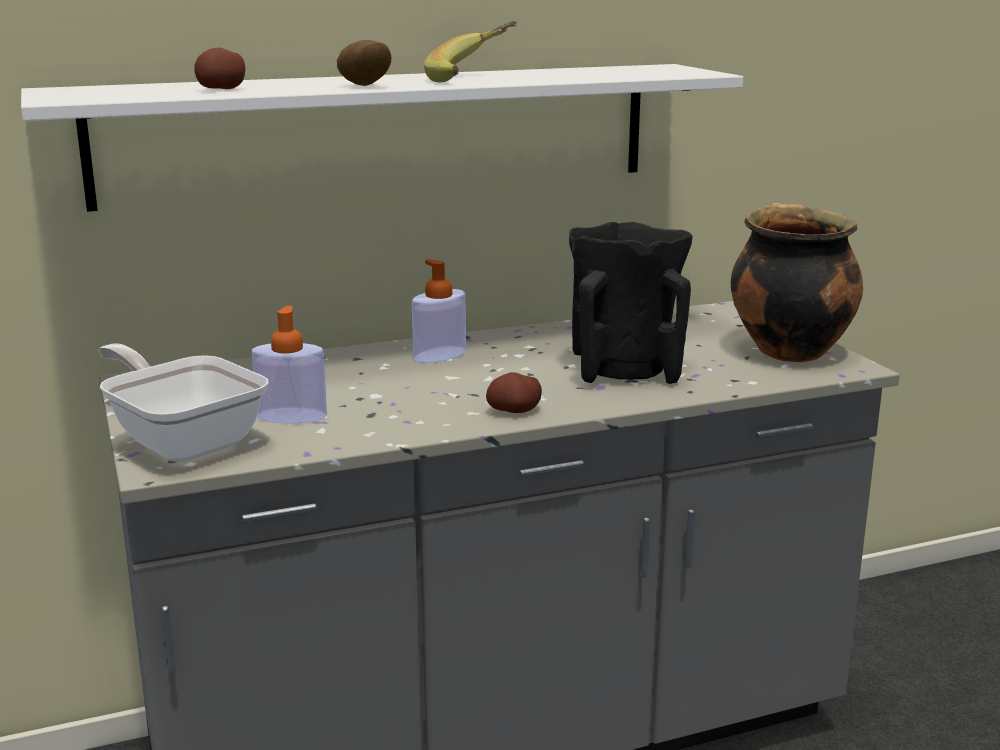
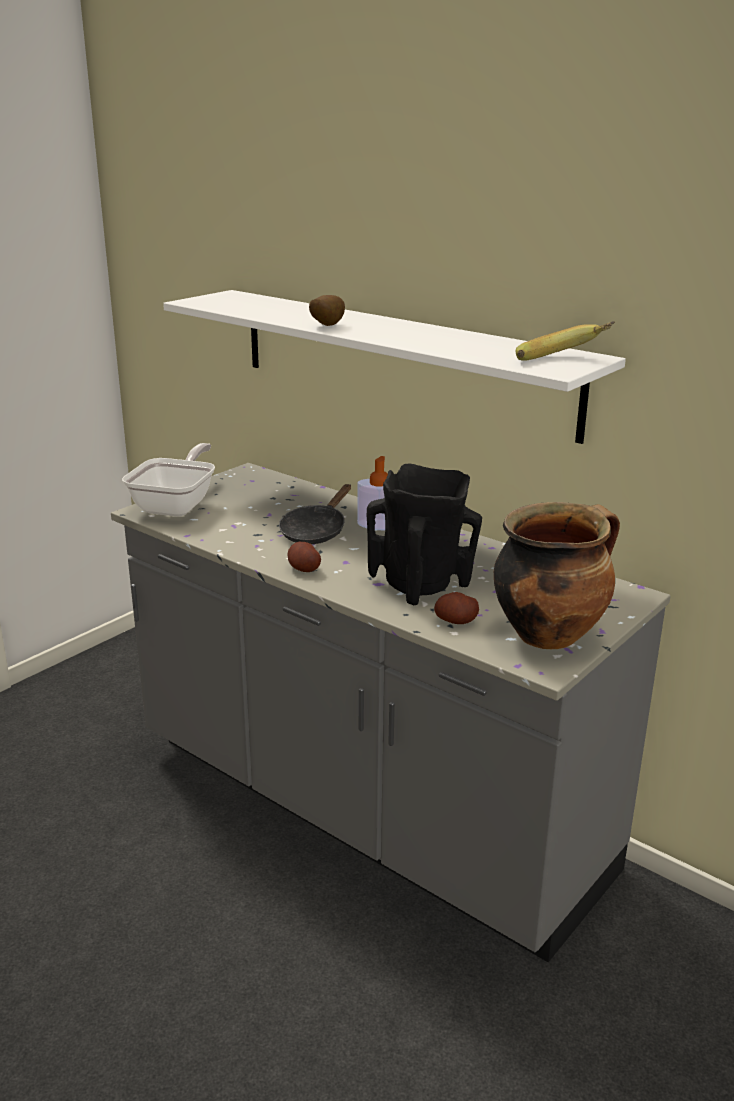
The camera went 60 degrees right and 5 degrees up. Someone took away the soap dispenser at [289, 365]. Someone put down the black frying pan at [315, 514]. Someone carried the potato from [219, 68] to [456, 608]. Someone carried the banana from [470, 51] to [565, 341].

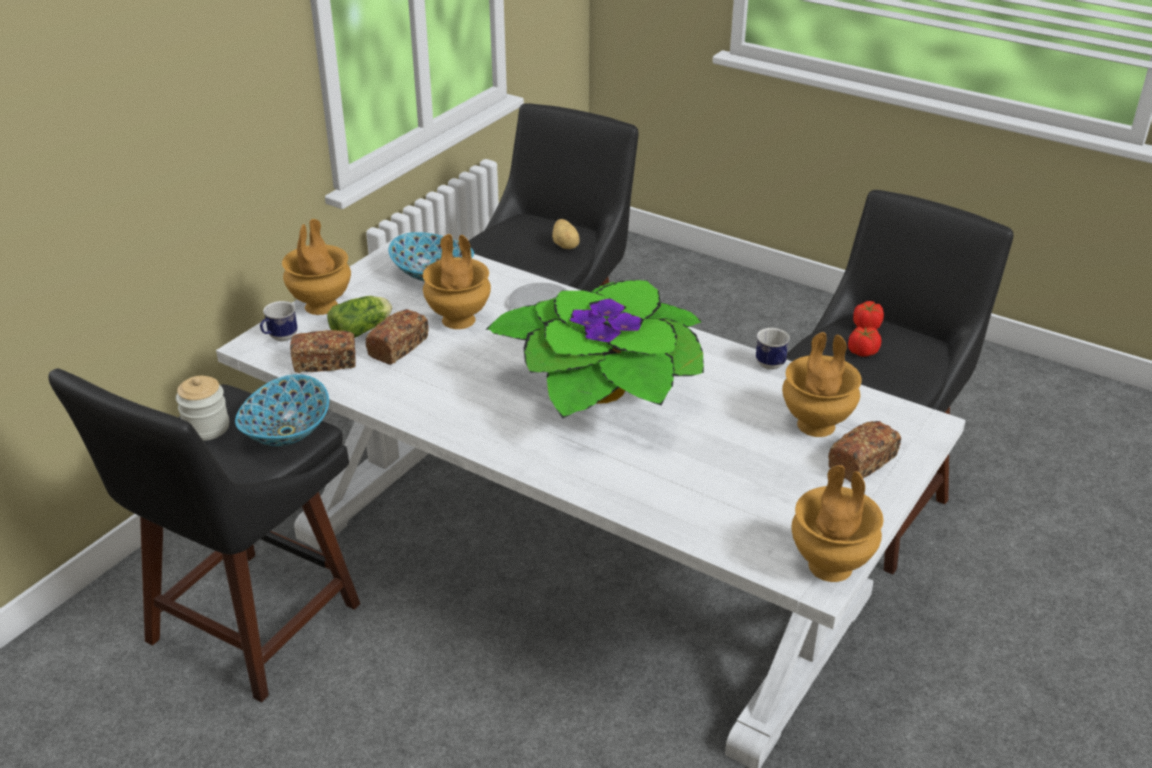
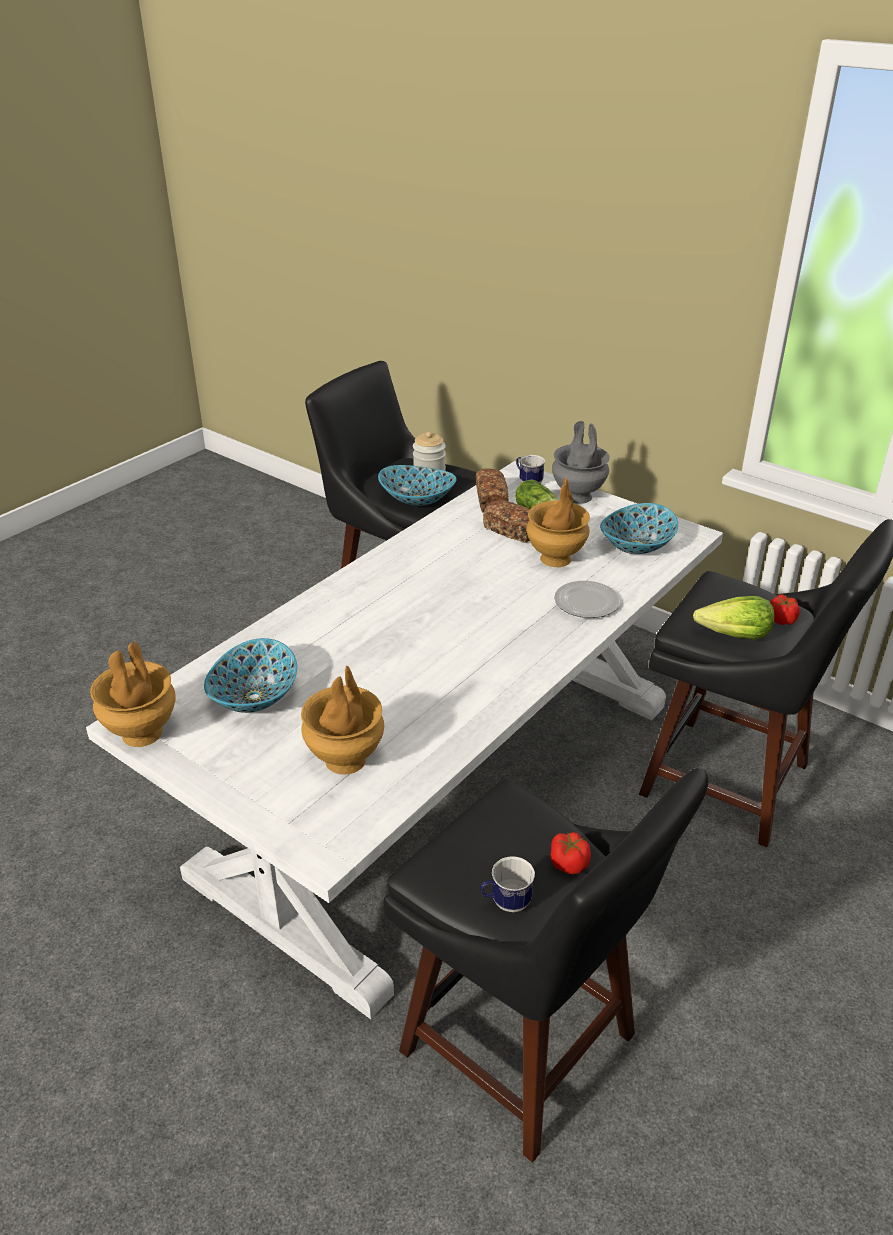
The camera went 95 degrees right and 0 degrees up. Someone took away the potted plant at [594, 349]. Someone took away the bread at [864, 451]. Someone put down the bowl at [250, 675]. Someone carried the mug from [773, 349] to [507, 884]. Someone carried the tomato from [864, 342] to [785, 609]. Someone swapped the potato at [566, 234] for the lettuce at [733, 618]. Someone repainted the brown vase at [316, 267], which became the grey vase at [581, 462].

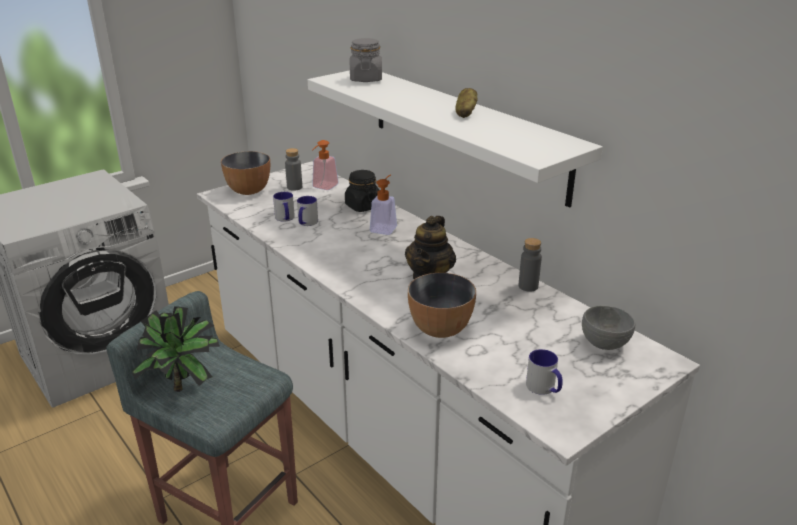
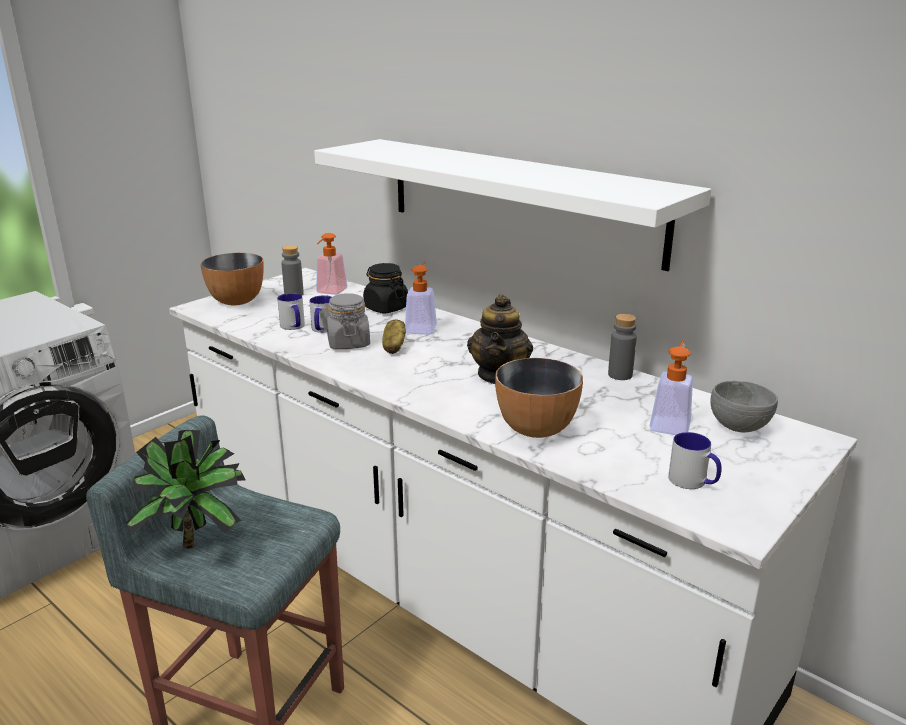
The camera went 10 degrees left and 5 degrees down. Someone put down the soap dispenser at [671, 387]. Someone carried the grey jar from [366, 60] to [348, 321]. Someone carried the potato from [467, 103] to [394, 336].

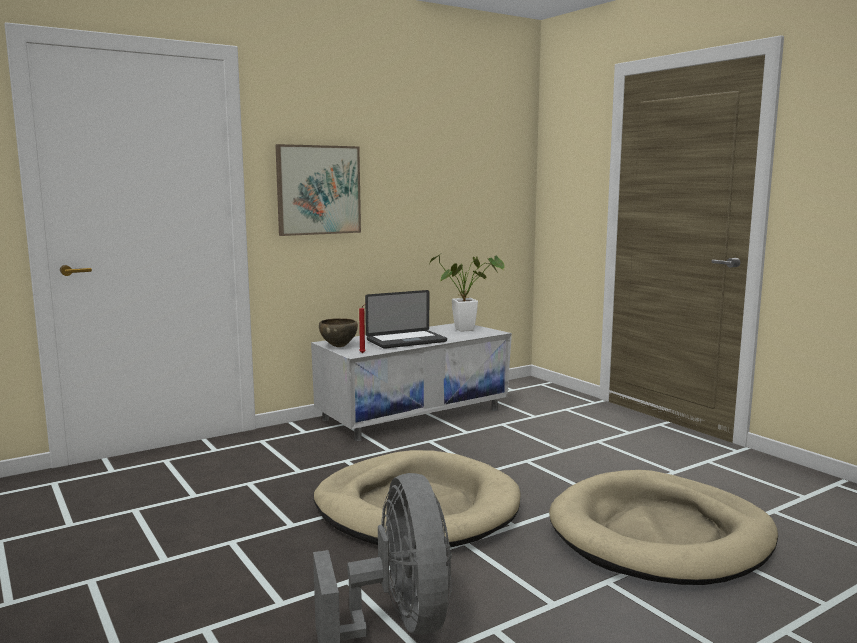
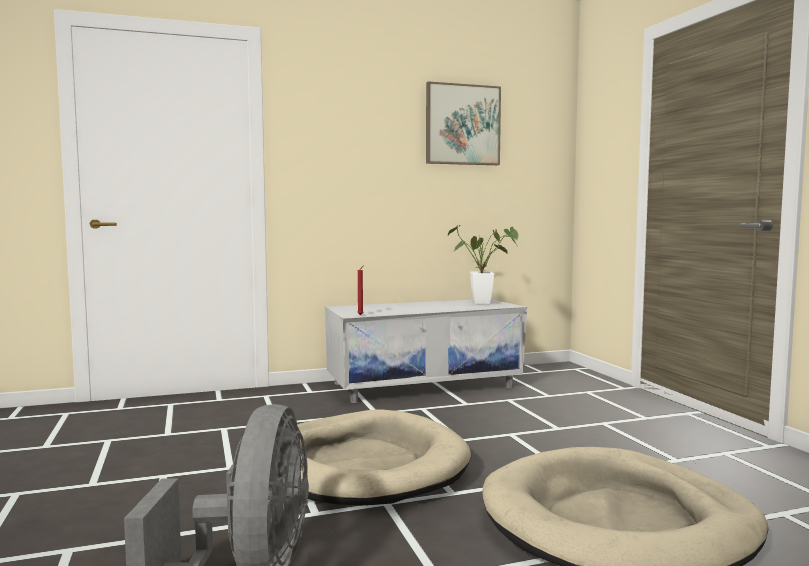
The camera went 15 degrees right and 5 degrees down. Someone took away the brown bowl at [338, 332]. Someone took away the laptop at [406, 319]. Someone carried the picture from [318, 190] to [463, 123].

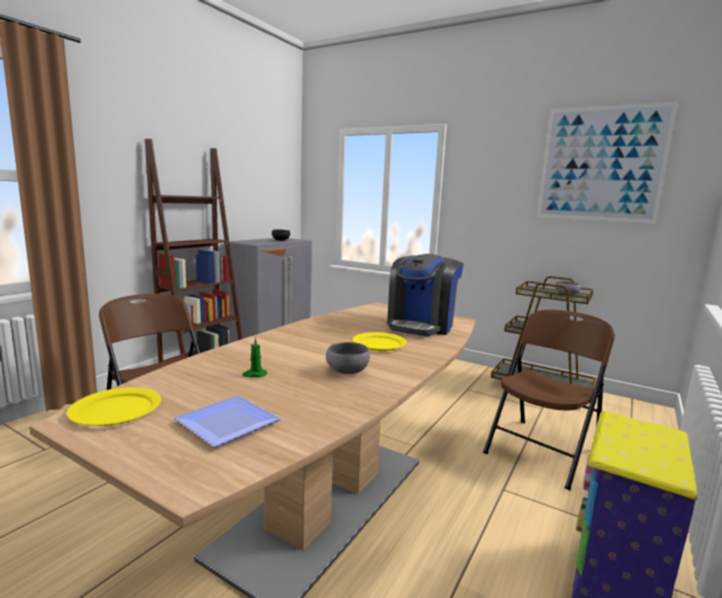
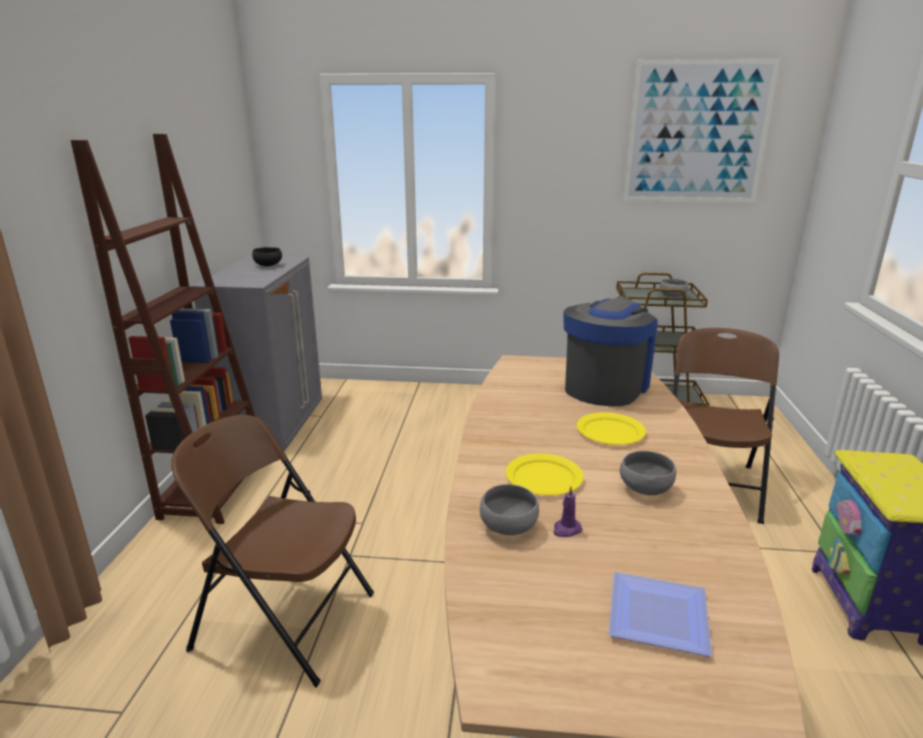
The camera went 25 degrees left and 10 degrees up. Someone put down the grey bowl at [509, 509]. Someone carried the yellow plate from [114, 406] to [545, 474]. Someone repainted the green candle at [254, 357], which became the purple candle at [567, 511]. Someone rotated the coffee machine at [425, 295] by 150 degrees counterclockwise.

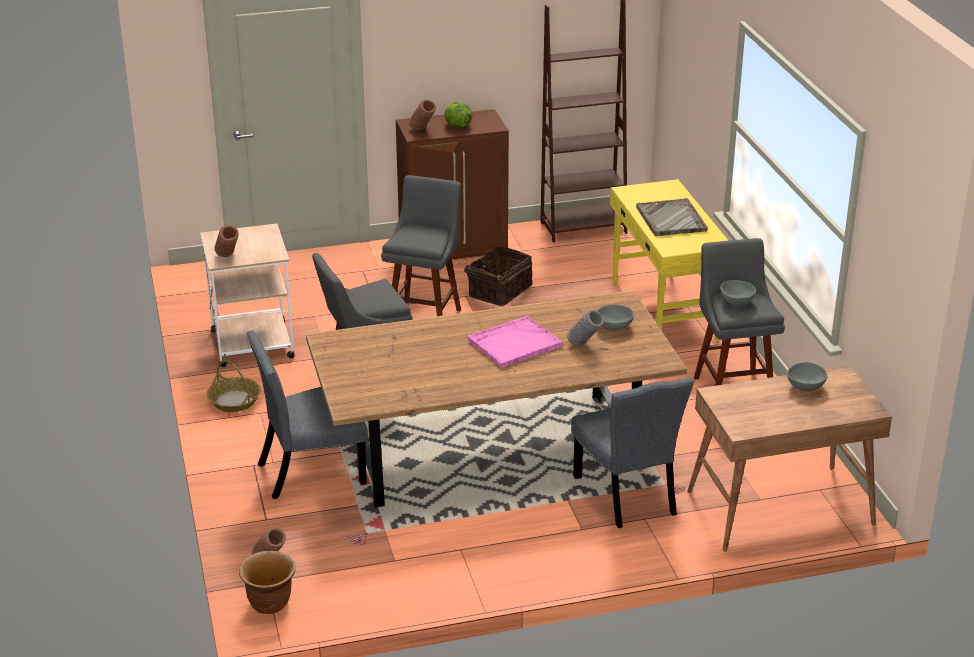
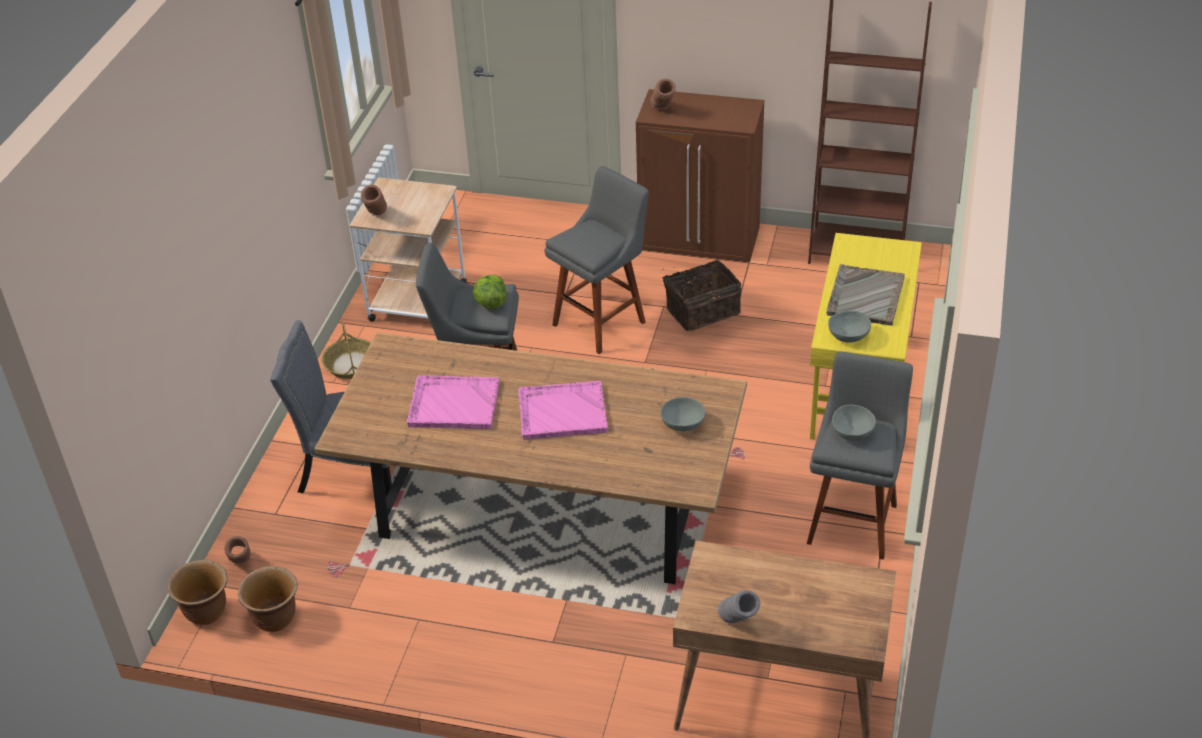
The camera went 30 degrees right and 10 degrees up. Someone took away the grey chair at [632, 452]. Someone put down the brown planter at [268, 599]. Someone put down the pink tray at [453, 402]. Someone carried the lettuce from [458, 115] to [490, 292]. Someone carried the grey vase from [585, 328] to [739, 606]. Someone carried the grey bowl from [807, 376] to [849, 326].

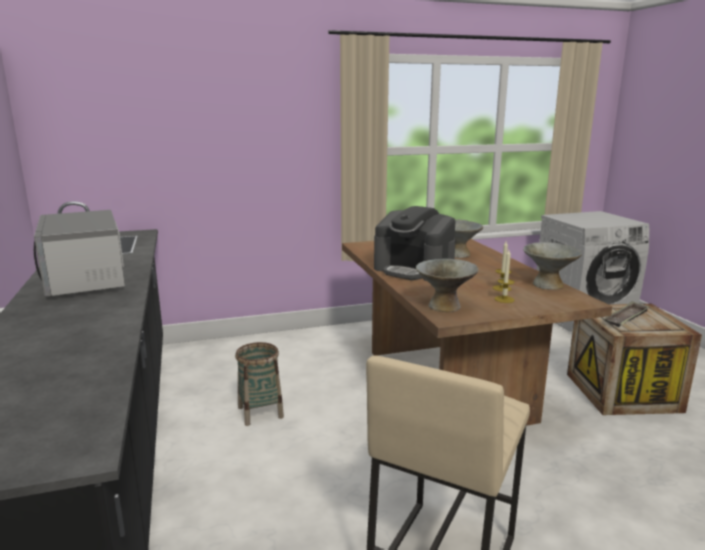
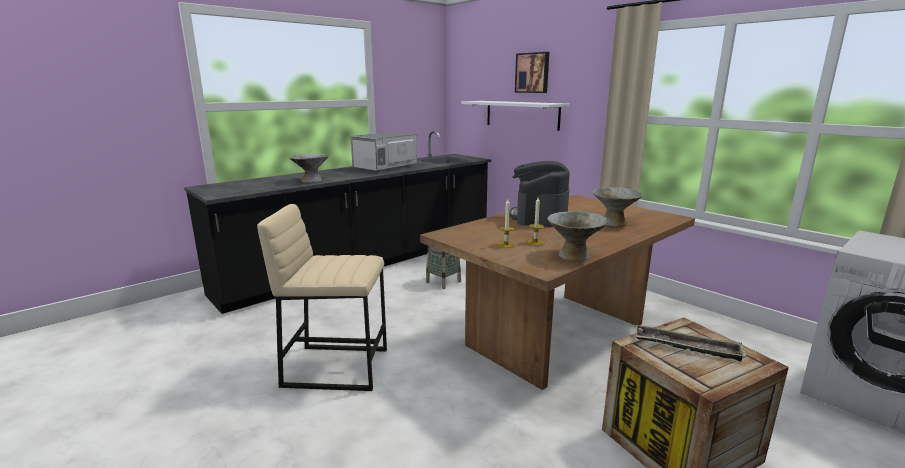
The camera went 65 degrees right and 0 degrees up. Someone put up the white shelf at [515, 116]. Someone put up the picture at [532, 72]. Someone carried the grey bowl from [447, 285] to [309, 168].

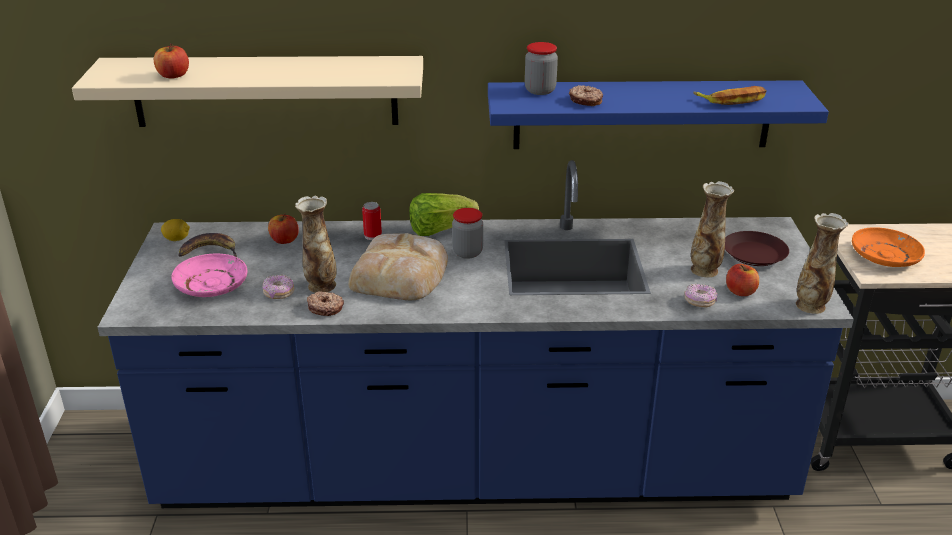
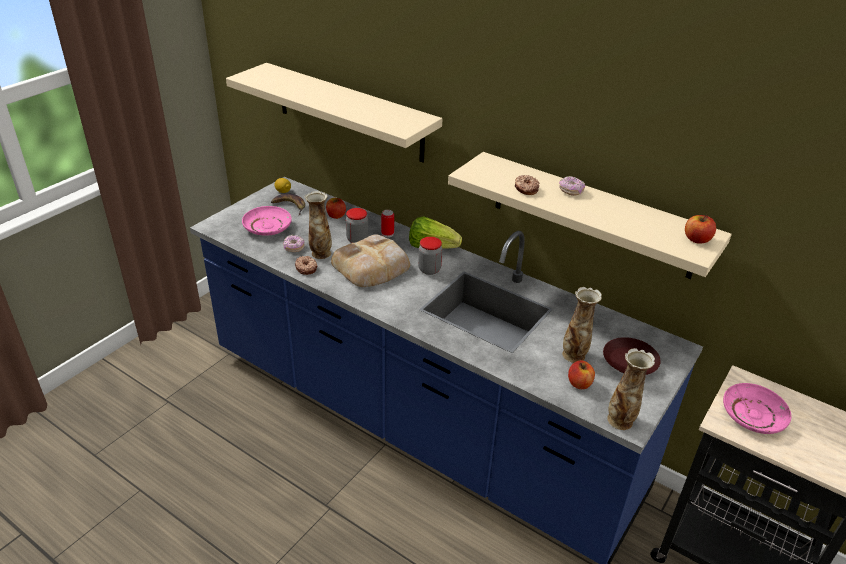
The camera went 35 degrees right and 5 degrees up. Someone took away the banana at [730, 95]. Someone carried the apple from [171, 61] to [700, 229]. Someone carried the jar from [541, 68] to [357, 225]. Someone carried the donut from [700, 296] to [572, 186]. Someone repainted the blue shelf at [658, 114], which became the beige shelf at [590, 215]. Someone repainted the orange plate at [888, 247], which became the pink plate at [757, 408].

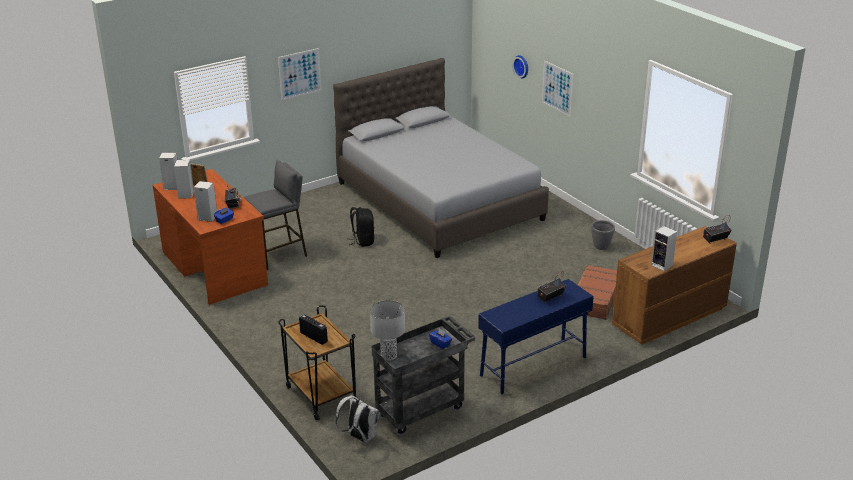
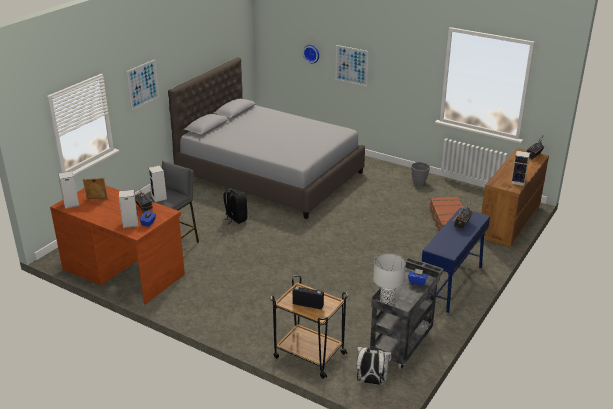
The camera went 25 degrees left and 0 degrees up. Someone carried the speaker from [184, 179] to [157, 183].

